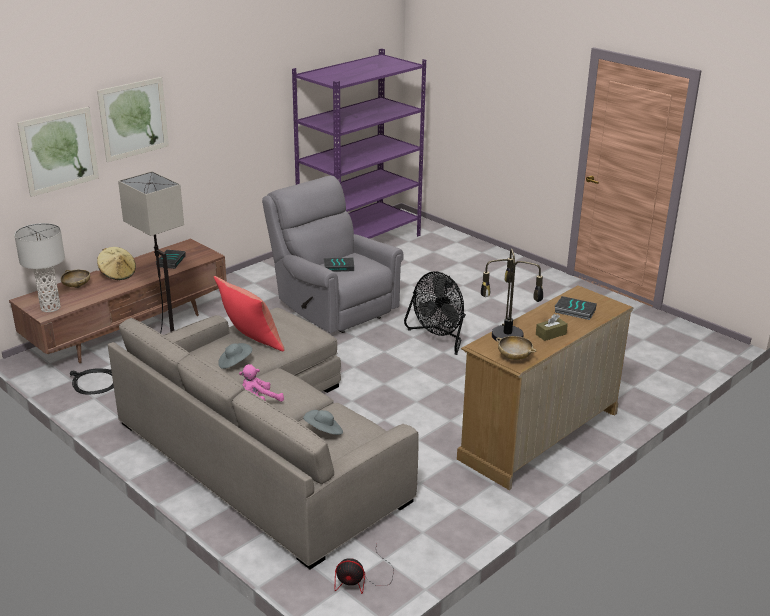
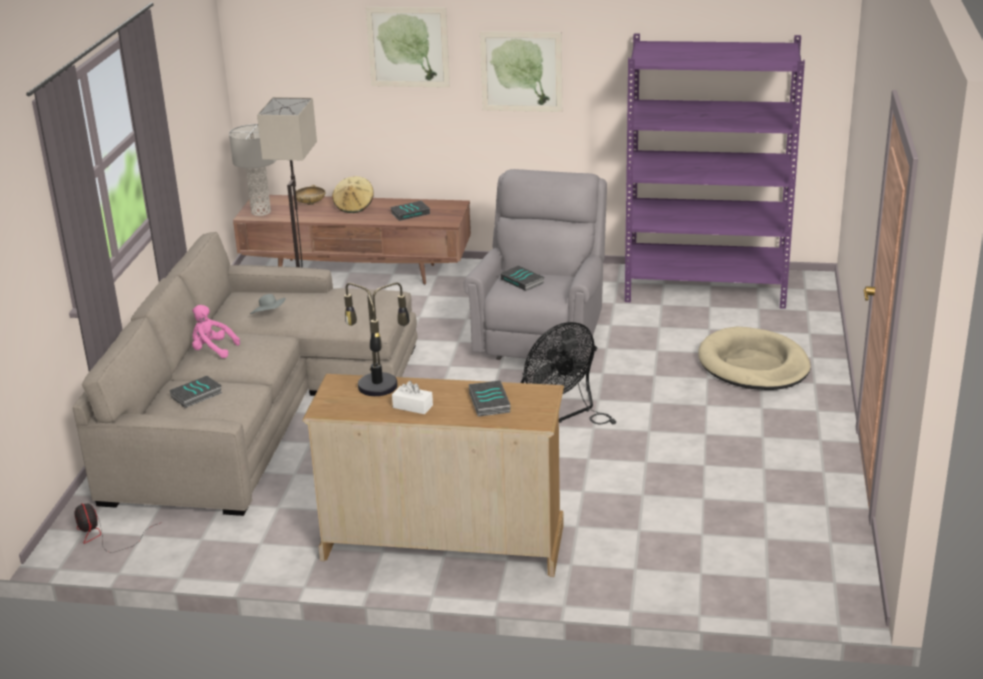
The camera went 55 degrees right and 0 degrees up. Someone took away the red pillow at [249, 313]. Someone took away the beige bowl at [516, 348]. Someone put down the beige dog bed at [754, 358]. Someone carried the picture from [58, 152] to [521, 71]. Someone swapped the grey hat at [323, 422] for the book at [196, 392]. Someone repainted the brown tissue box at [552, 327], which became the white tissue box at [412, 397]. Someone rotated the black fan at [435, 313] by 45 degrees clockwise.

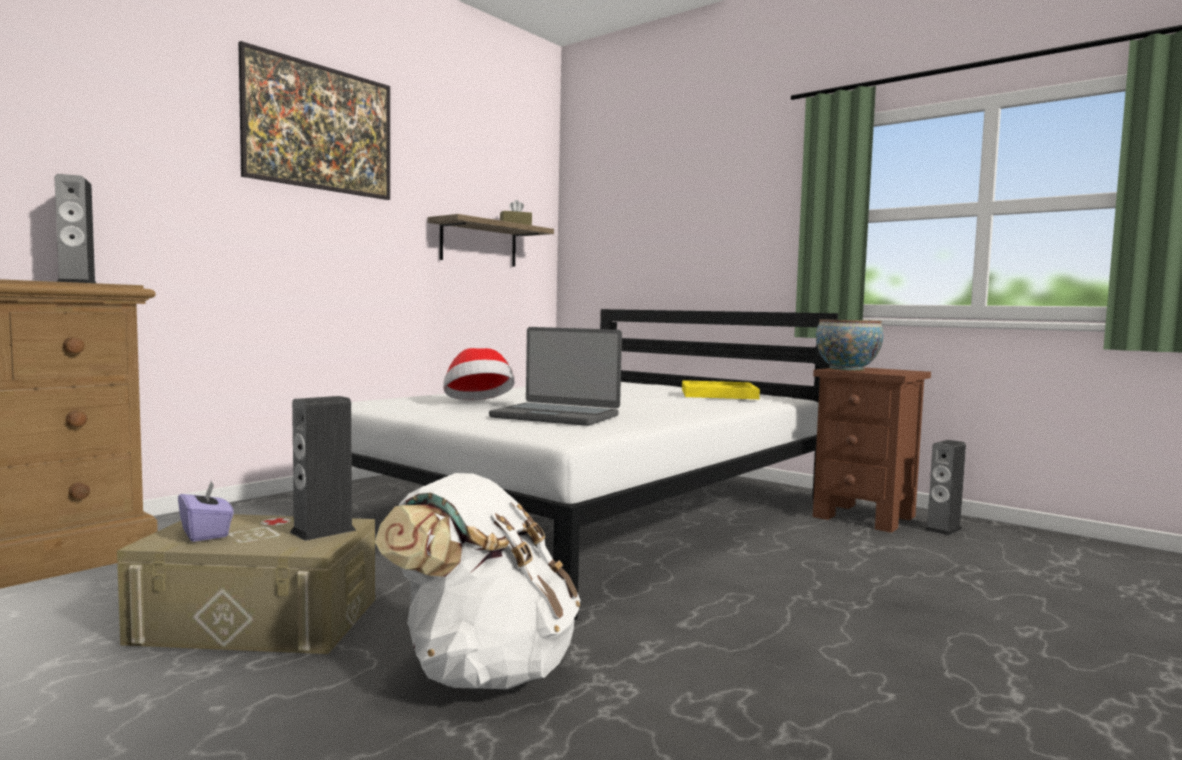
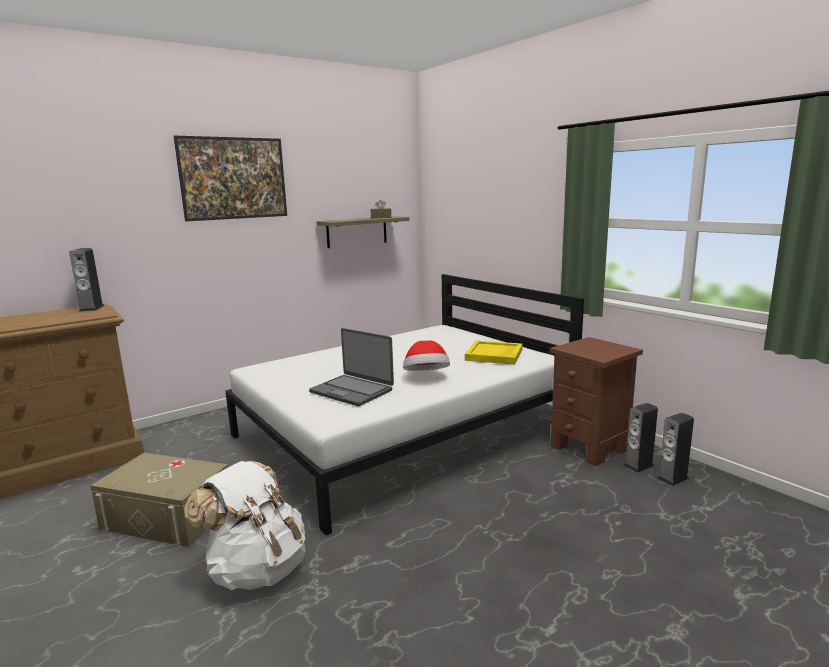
The camera went 15 degrees right and 10 degrees up. Someone took away the purple tissue box at [206, 512]. Someone took away the bowl at [849, 345]. Someone carried the speaker from [323, 468] to [675, 449]. Someone carried the hat from [479, 374] to [426, 355].

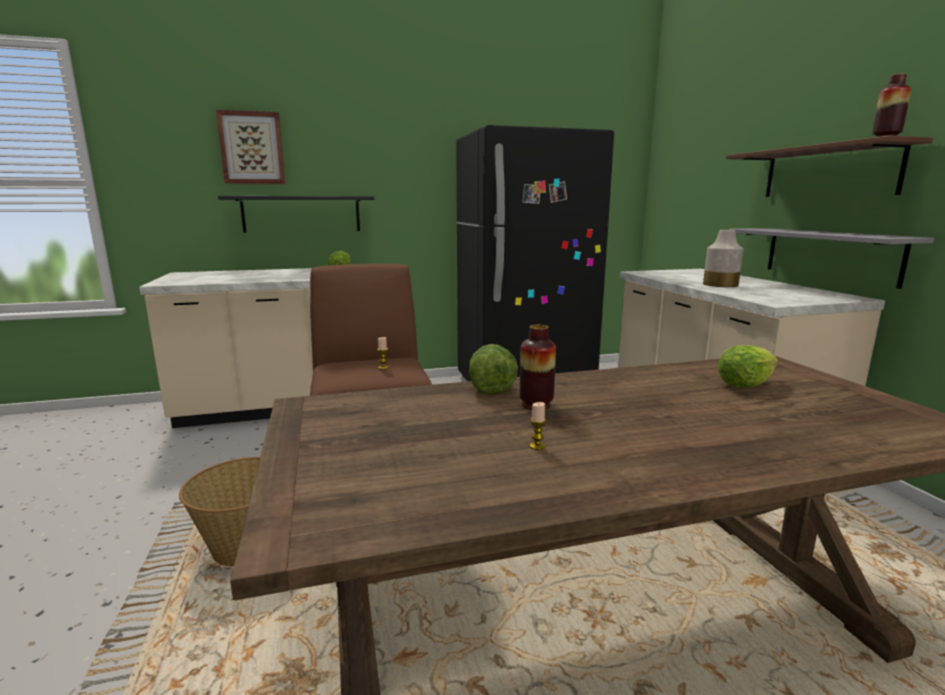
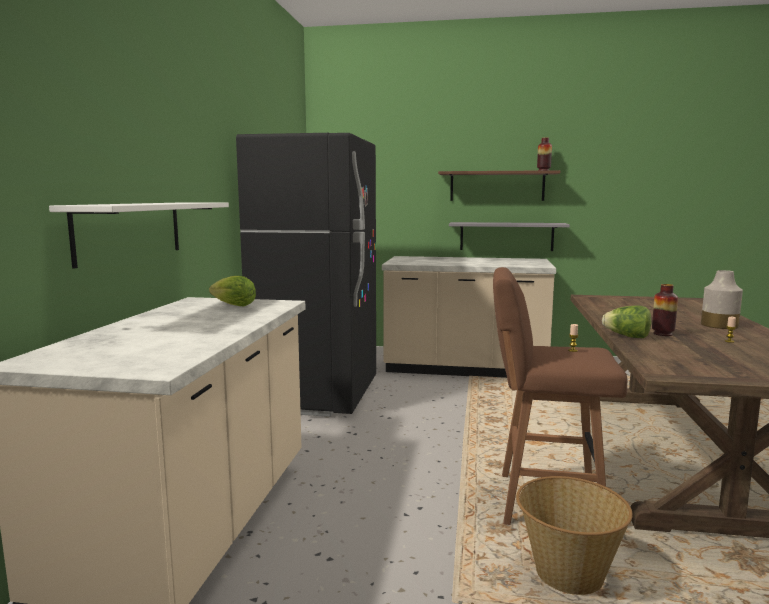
The camera went 65 degrees left and 5 degrees down. Someone took away the picture at [250, 147]. Someone took away the lettuce at [748, 366]. Someone carried the beige vase from [723, 258] to [722, 299]. Someone repainted the black shelf at [296, 214], which became the white shelf at [139, 235].

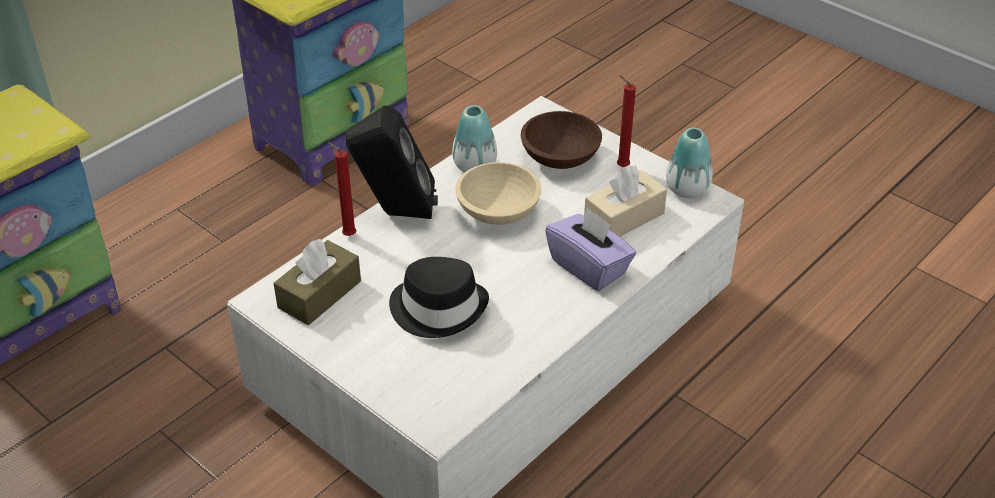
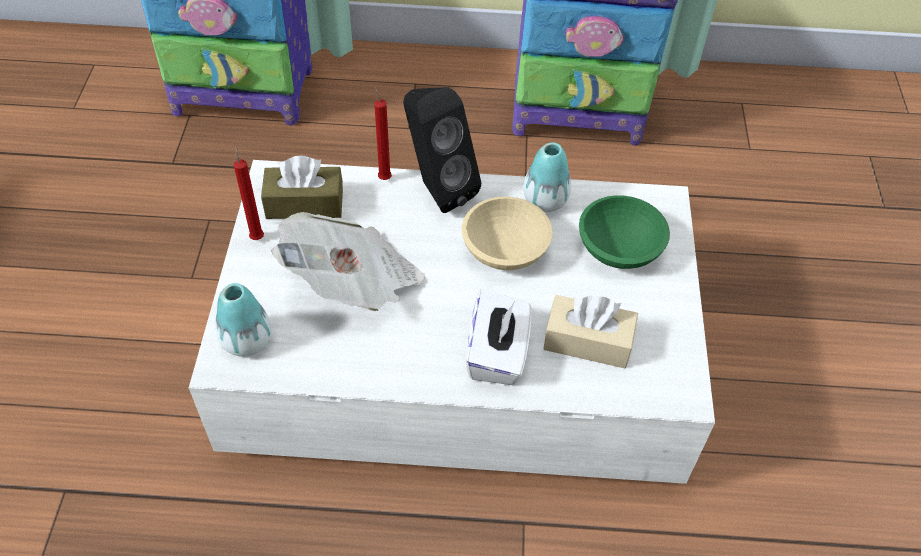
The camera went 50 degrees right and 10 degrees up. Someone carried the red candle from [626, 121] to [249, 192]. Someone carried the vase from [689, 162] to [243, 320]. Someone swapped the black hat at [439, 297] for the newspaper at [348, 261]. Someone repainted the brown bowl at [561, 140], which became the green bowl at [624, 232]. Someone repainted the purple tissue box at [590, 249], which became the white tissue box at [499, 337].

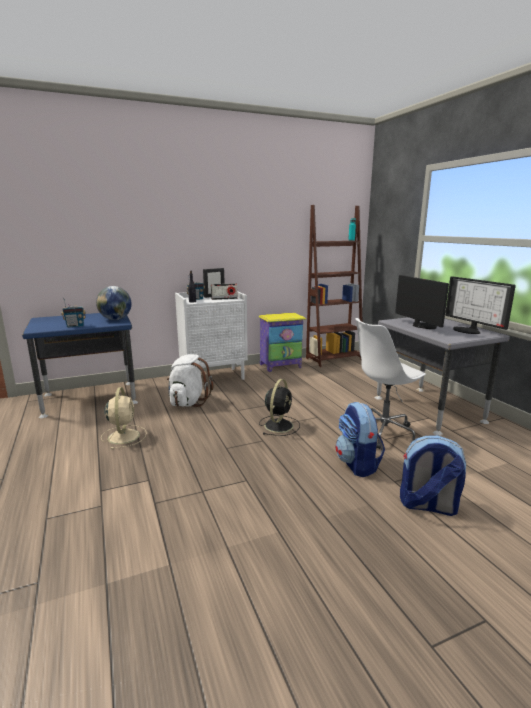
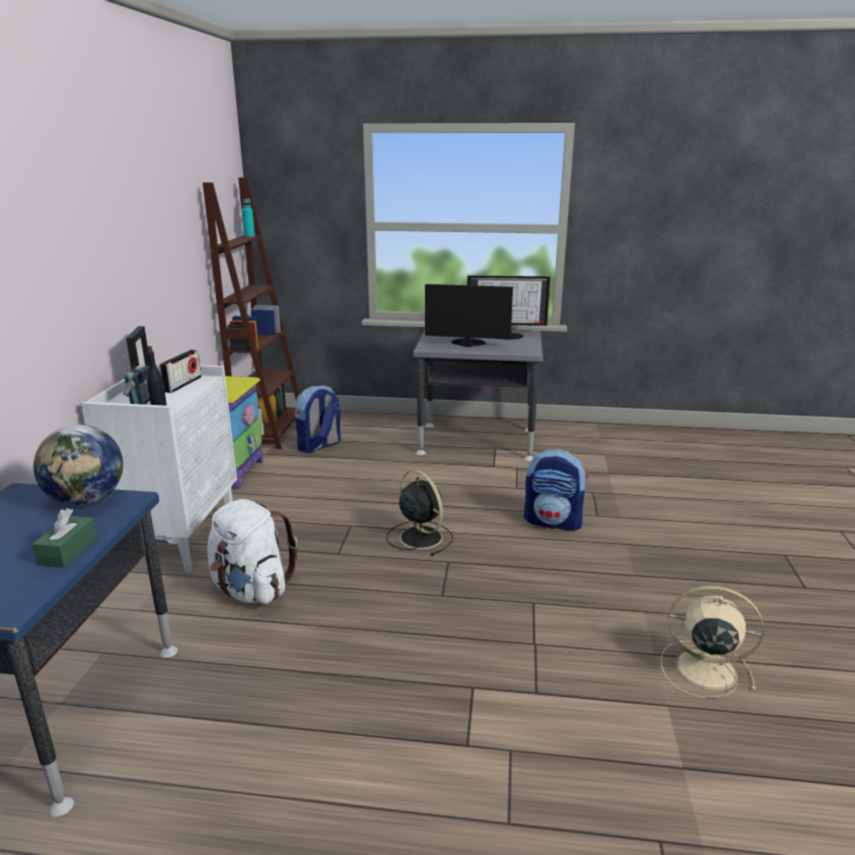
The camera went 60 degrees left and 5 degrees up. Someone took away the white office chair at [390, 383]. Someone carried the beige fan from [124, 418] to [712, 642]. Someone carried the backpack from [433, 475] to [318, 419]. Someone swapped the radio at [73, 312] for the green tissue box at [64, 538].

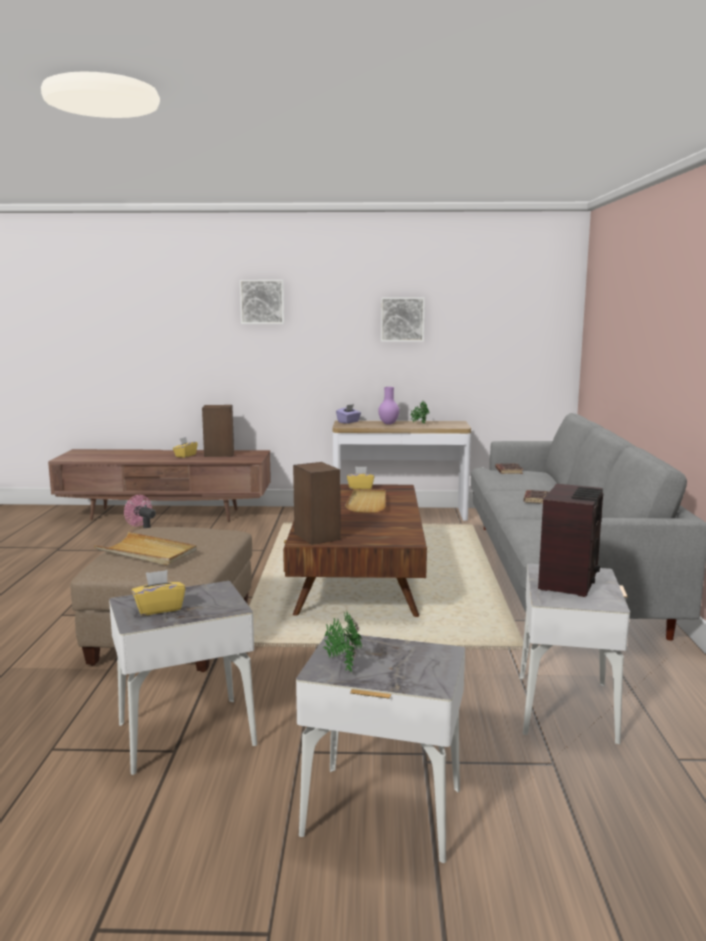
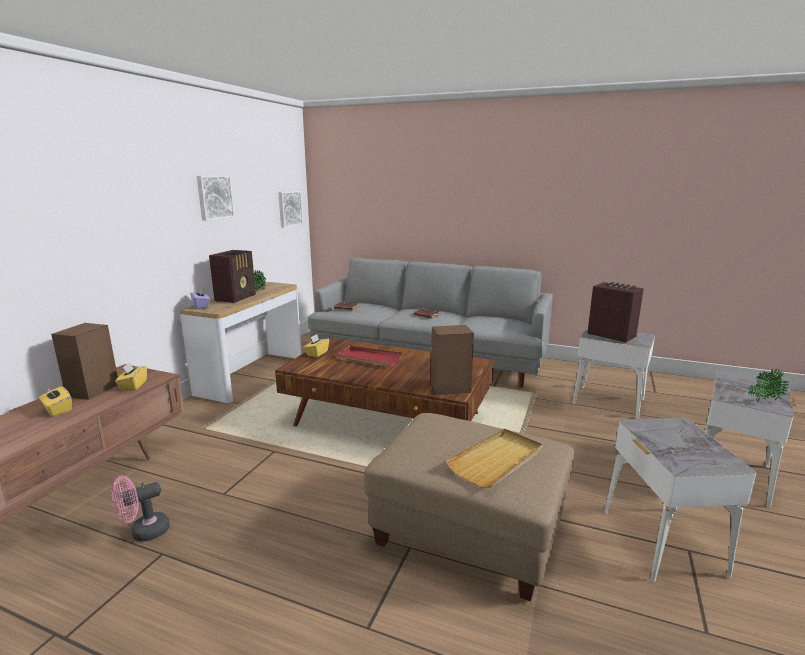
The camera went 70 degrees left and 5 degrees up. Someone carried the yellow tissue box from [159, 593] to [131, 376]. Someone carried the picture from [262, 302] to [290, 209]. Someone swapped the purple vase at [388, 406] for the radio at [232, 276]. Someone repainted the beige tray at [365, 501], which became the red tray at [369, 355].

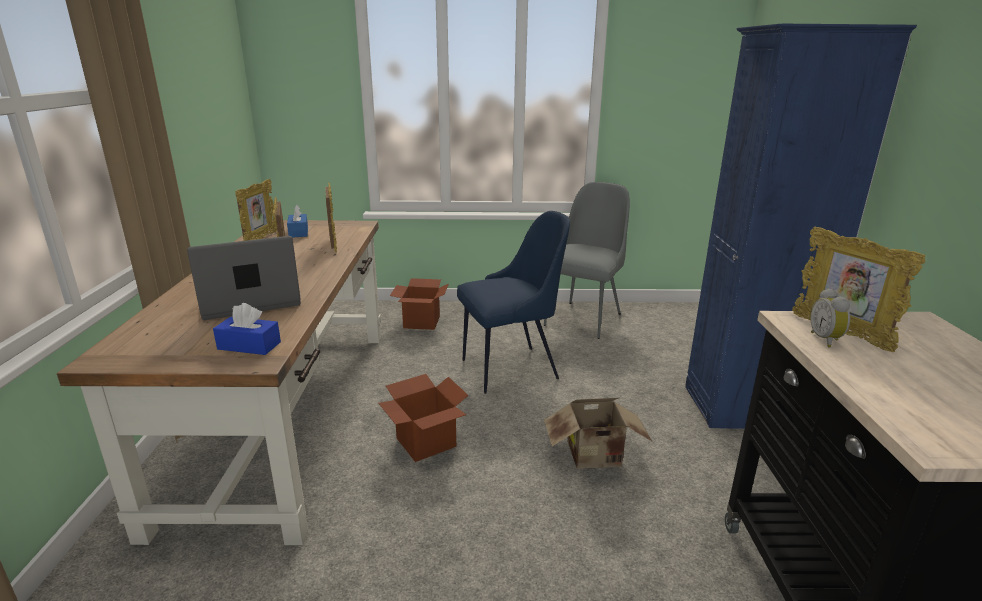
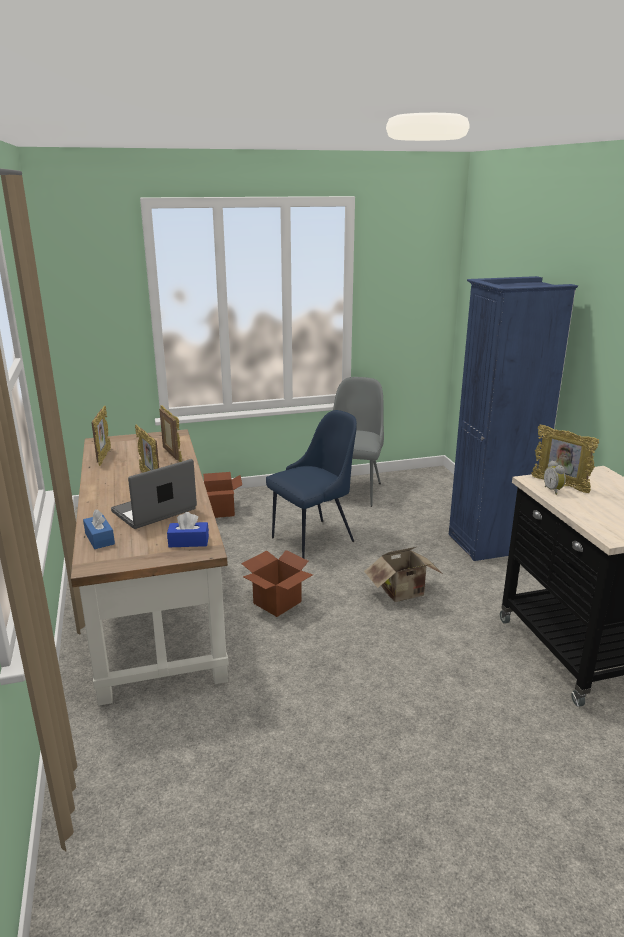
The camera went 15 degrees left and 0 degrees up. Someone carried the blue tissue box from [297, 221] to [99, 529].

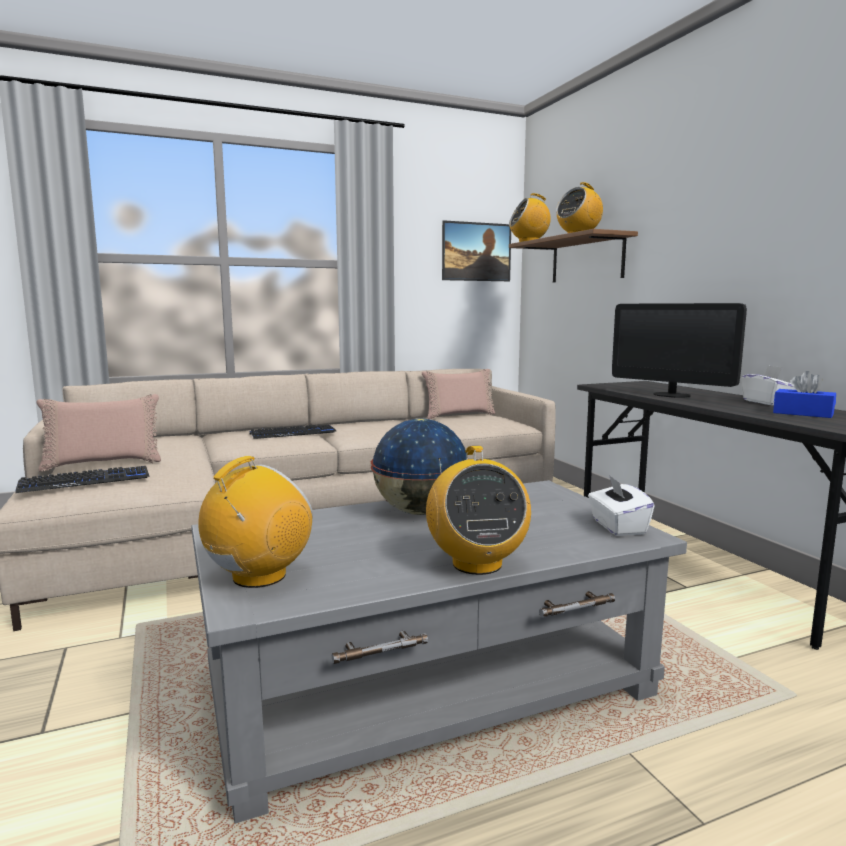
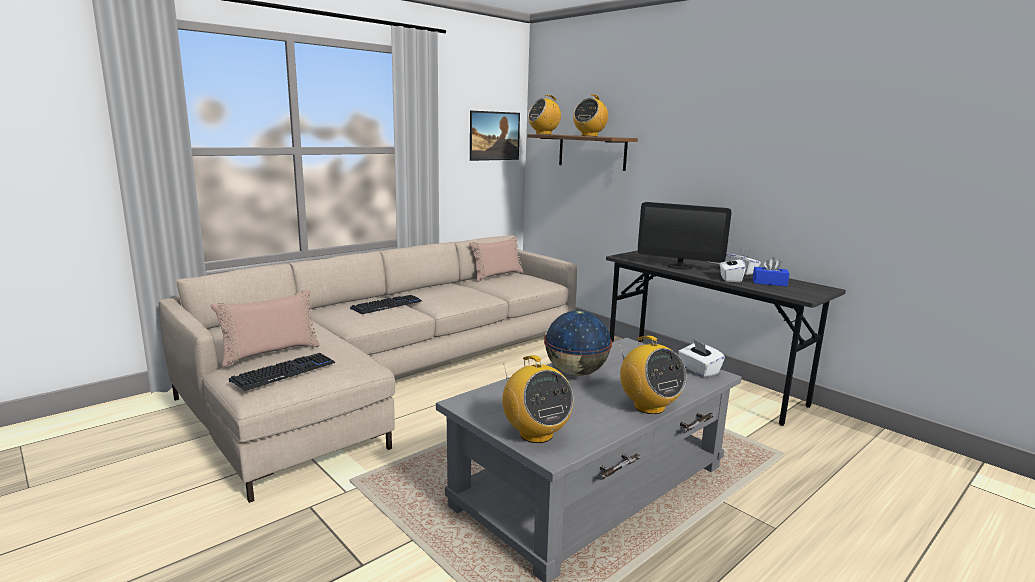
The camera went 20 degrees left and 5 degrees up. Someone put down the white tissue box at [733, 269]. Someone rotated the radio at [255, 522] by 135 degrees clockwise.

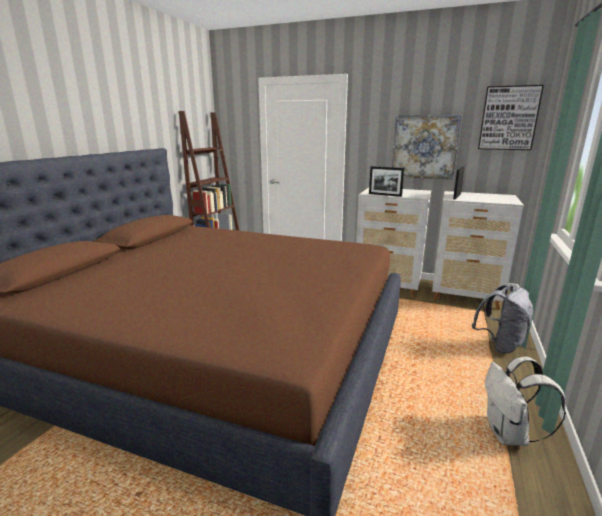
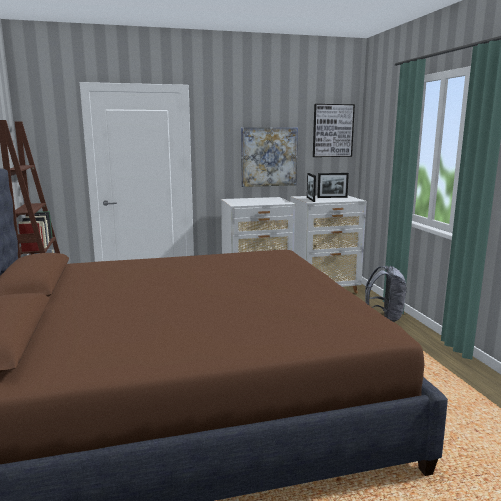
The camera went 35 degrees left and 5 degrees down. Someone took away the white backpack at [525, 401]. Someone carried the picture frame from [386, 181] to [333, 185].

